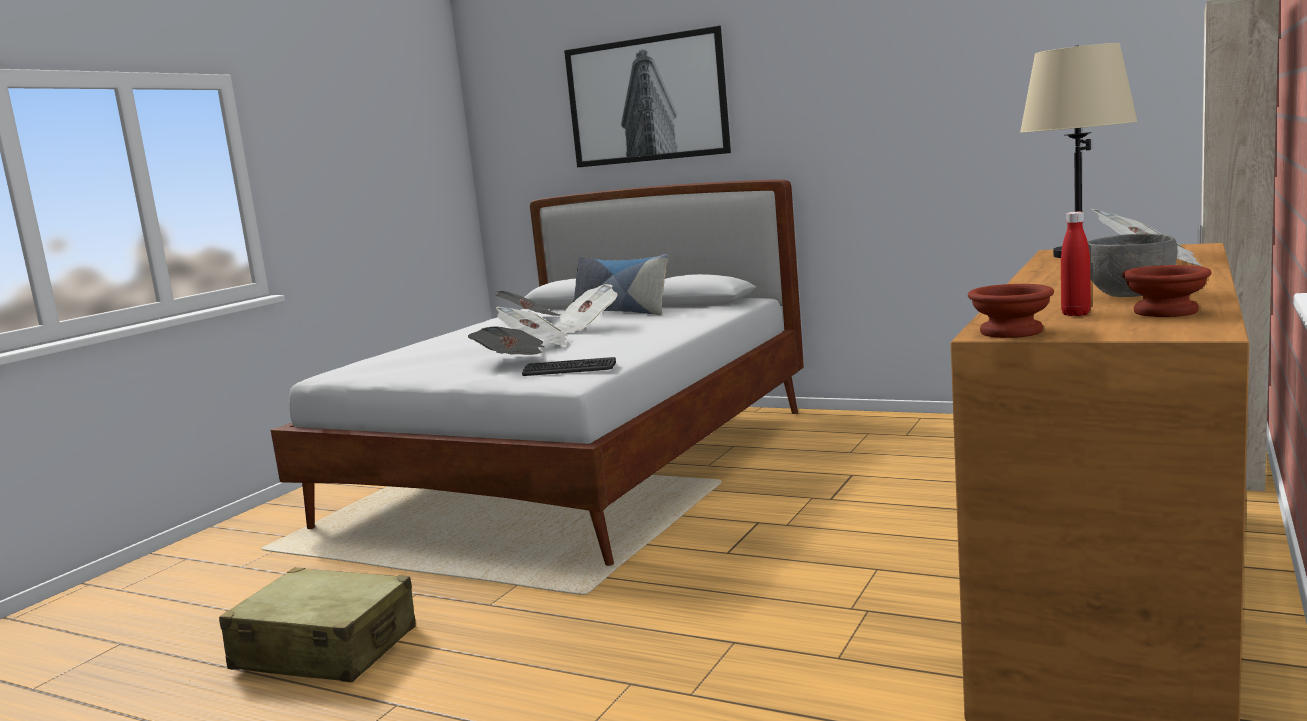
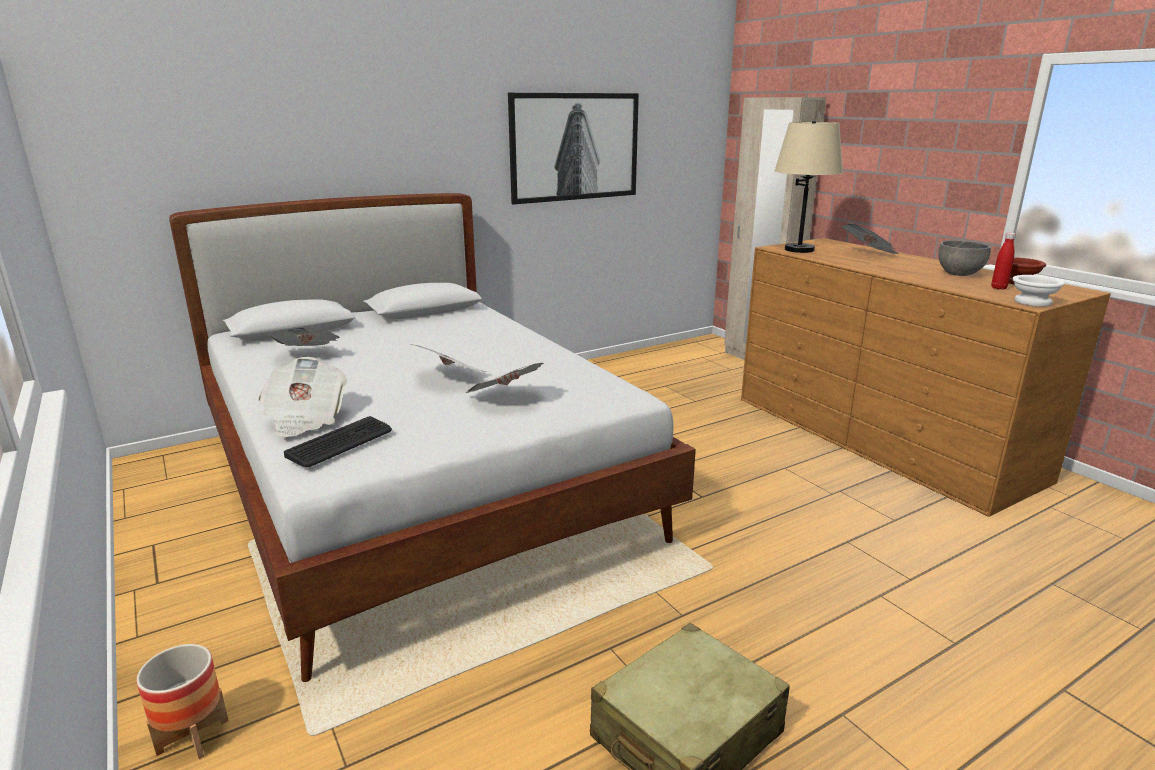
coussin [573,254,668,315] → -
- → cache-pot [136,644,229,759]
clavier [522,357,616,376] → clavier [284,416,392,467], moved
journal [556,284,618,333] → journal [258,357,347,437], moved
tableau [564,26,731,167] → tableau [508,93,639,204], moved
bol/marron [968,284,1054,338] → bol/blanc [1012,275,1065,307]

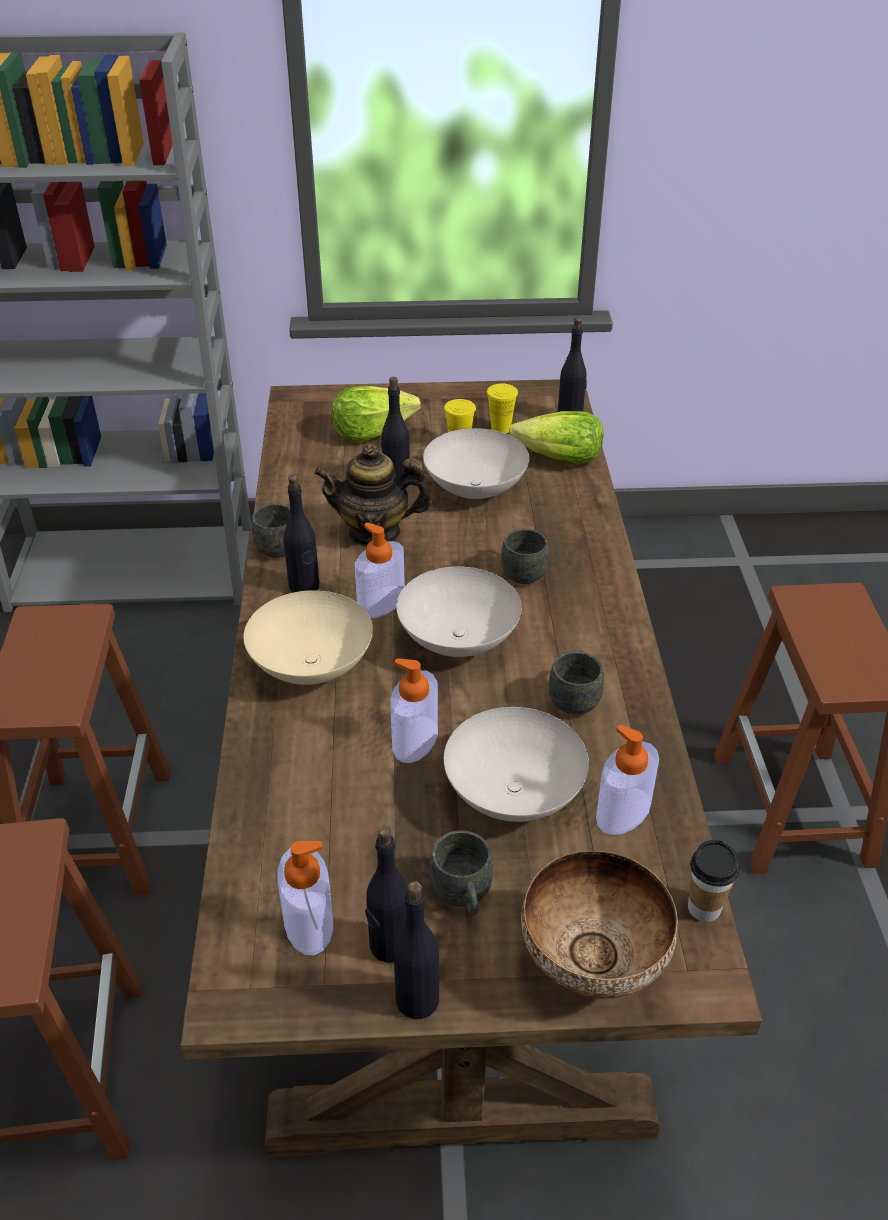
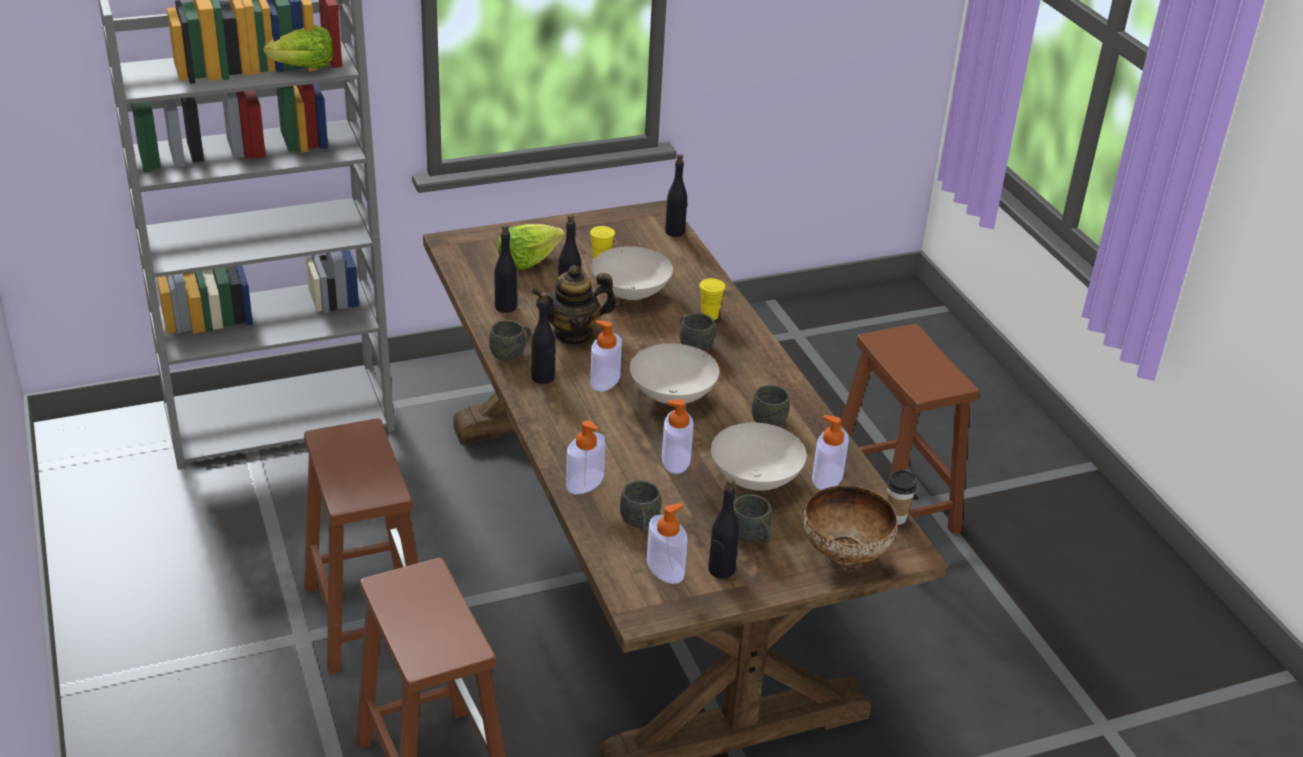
bol/beige [243,590,373,685] → -
- → distributeur de savon [566,420,605,494]
- → mug/gris [620,480,661,530]
bouteille/noir [394,881,439,1019] → bouteille/noir [495,225,517,313], moved
tasse/jaune [487,384,518,434] → tasse/jaune [699,278,726,320], moved
laitue [509,411,603,464] → laitue [263,25,333,69], moved

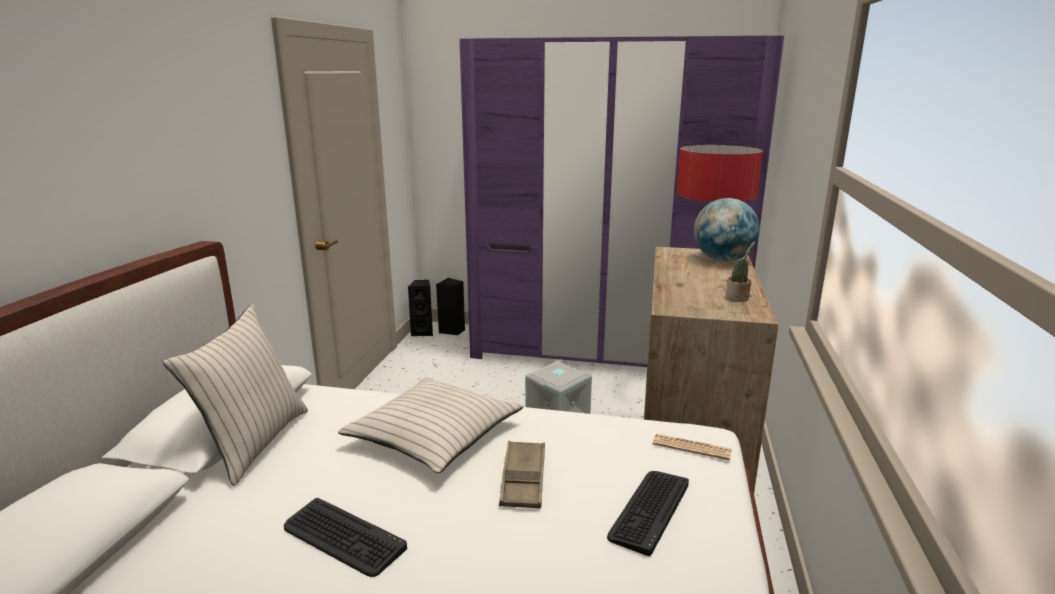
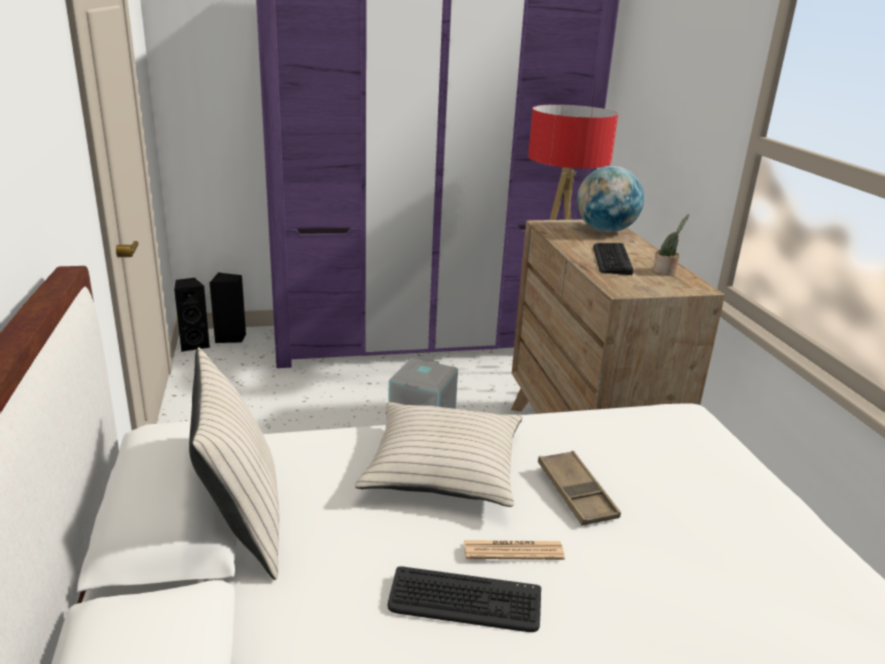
clavier [607,471,689,556] → clavier [593,243,633,275], moved
journal [653,434,732,460] → journal [464,540,565,560], moved

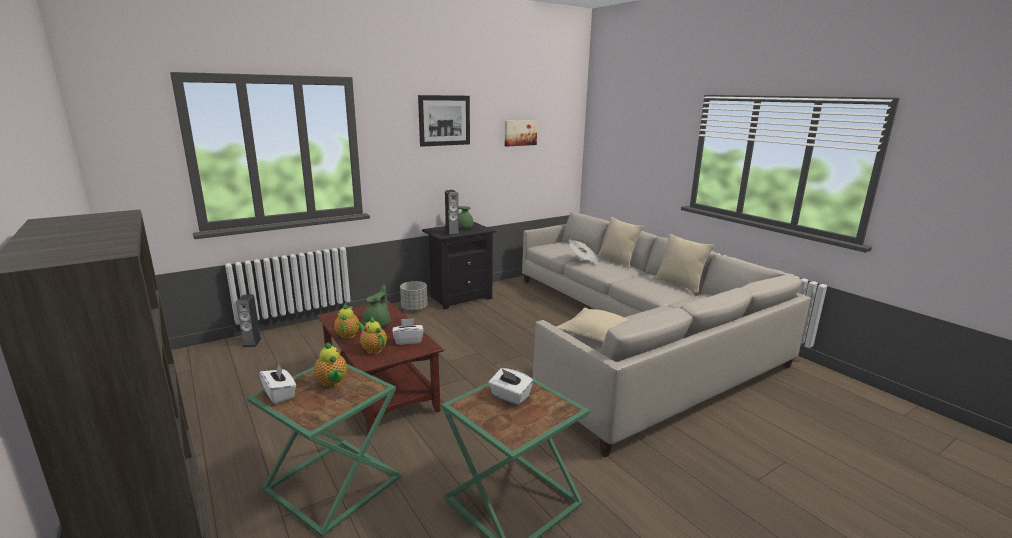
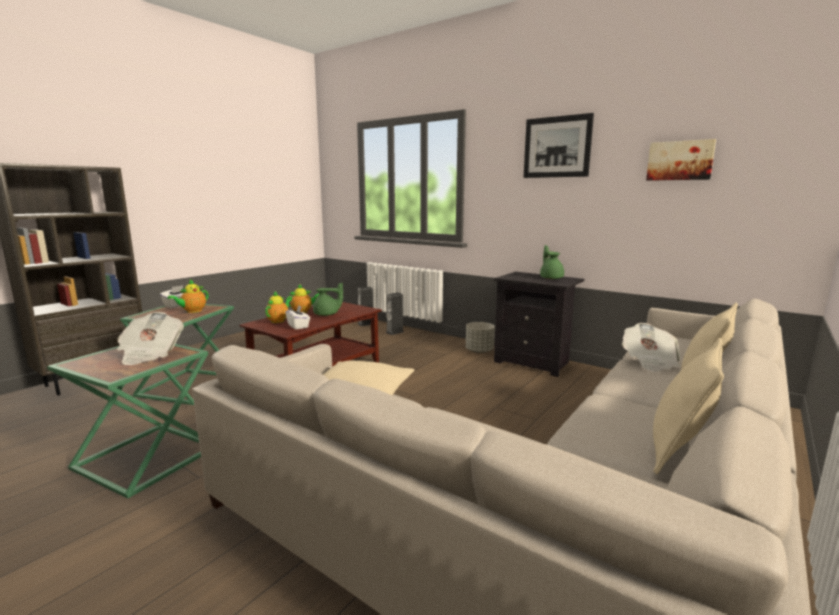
enceinte [445,190,459,236] → enceinte [386,293,404,335], moved
boîte à mouchoirs/blanc [489,368,533,405] → journal [117,312,184,365]

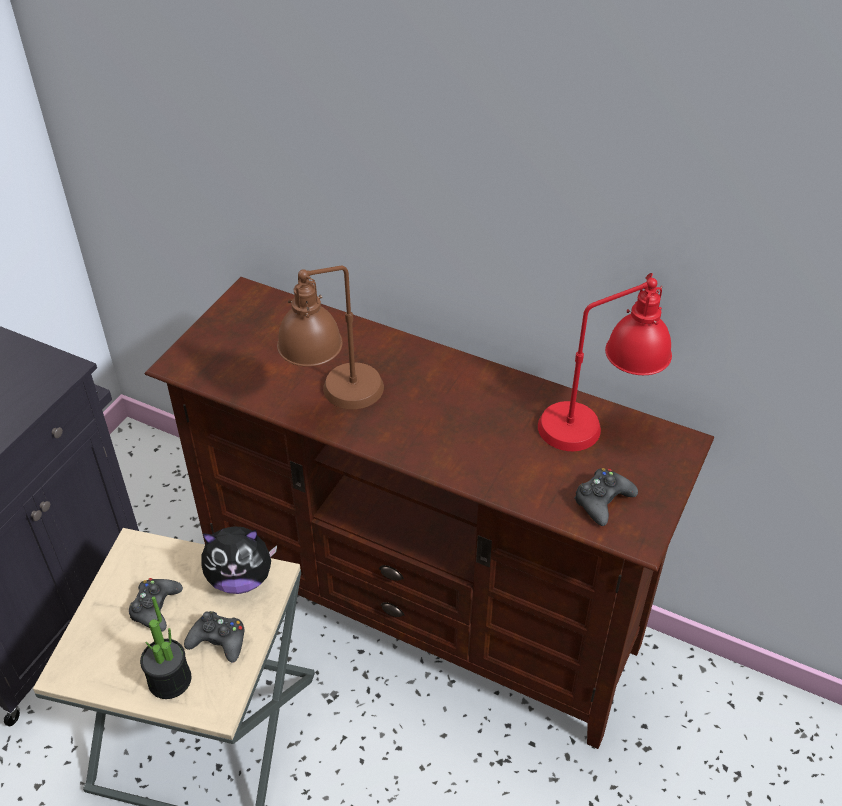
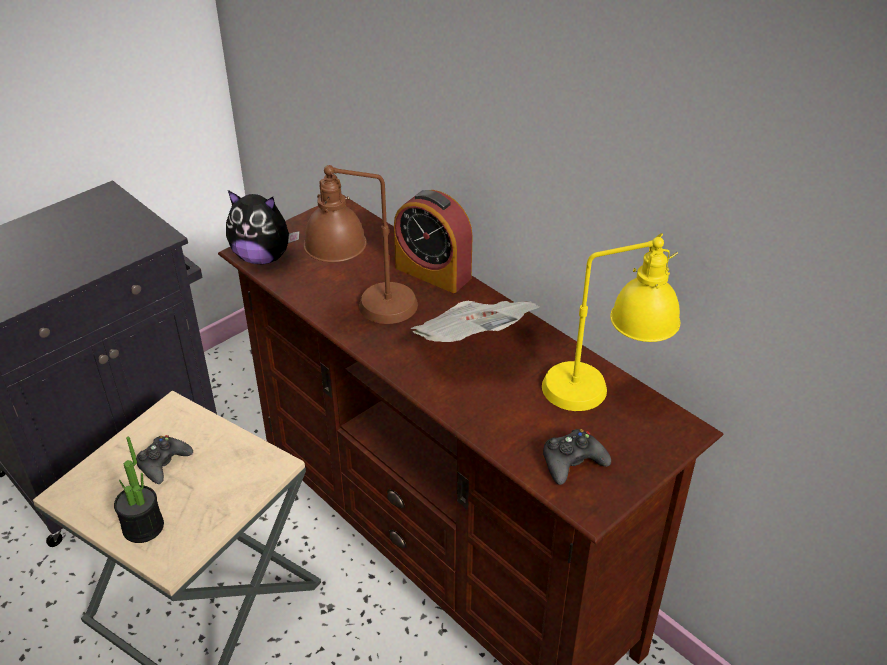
manette/noir [184,611,244,663] → -
- → réveil [394,190,472,293]
- → journal [411,300,540,342]
peluche [201,526,277,594] → peluche [226,190,300,264], moved
lampe de table/rouge [538,273,672,451] → lampe de table/jaune [542,233,680,411]

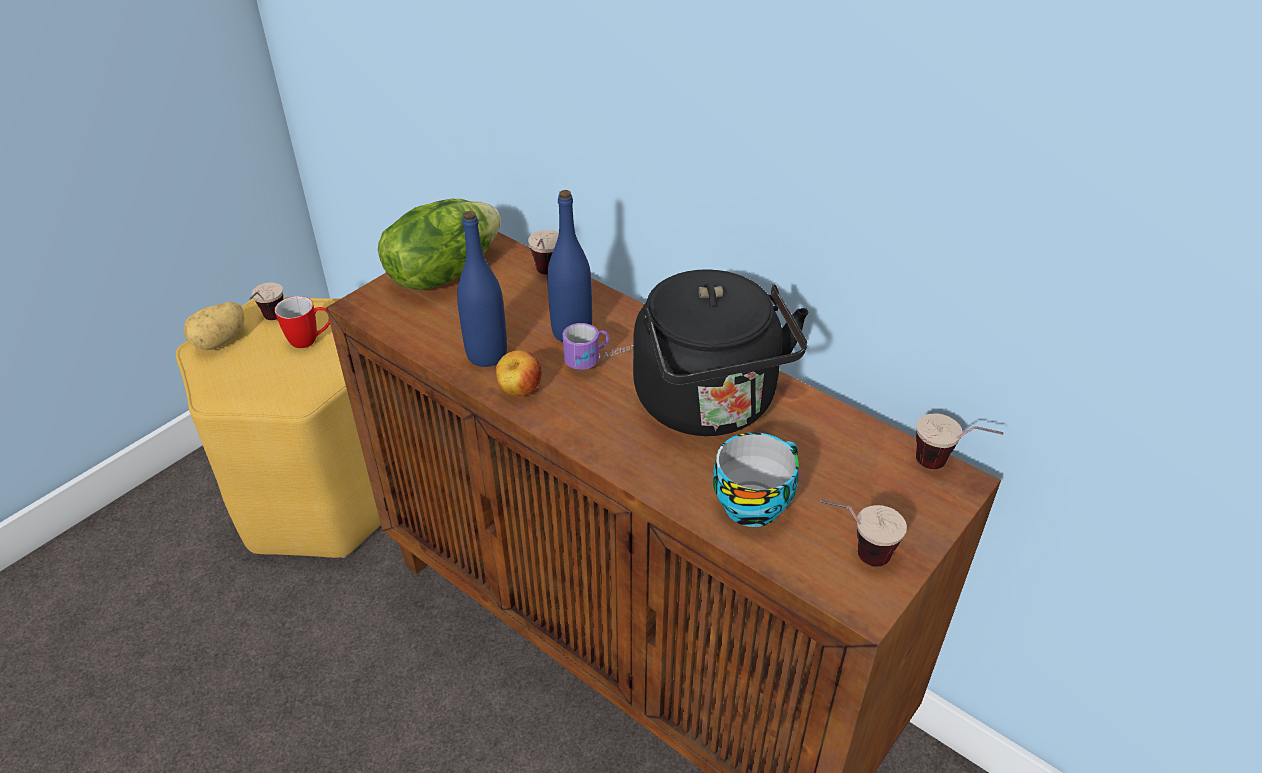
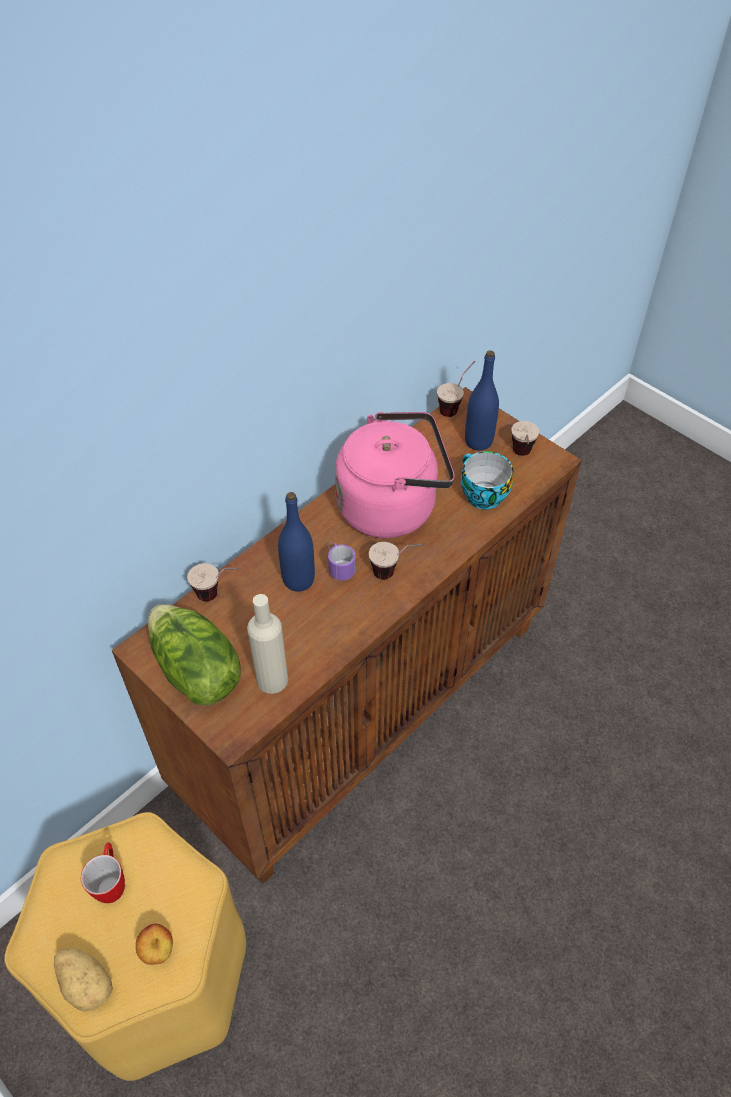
- → bouteille/beige [247,594,288,694]
tasse [249,282,283,320] → tasse [369,542,426,579], moved
bouteille/bleu [457,211,507,367] → bouteille/bleu [465,350,499,451], moved
pomme [496,350,542,396] → pomme [136,923,173,965], moved
bouilloire/noir [633,269,808,436] → bouilloire/rose [335,412,455,538]

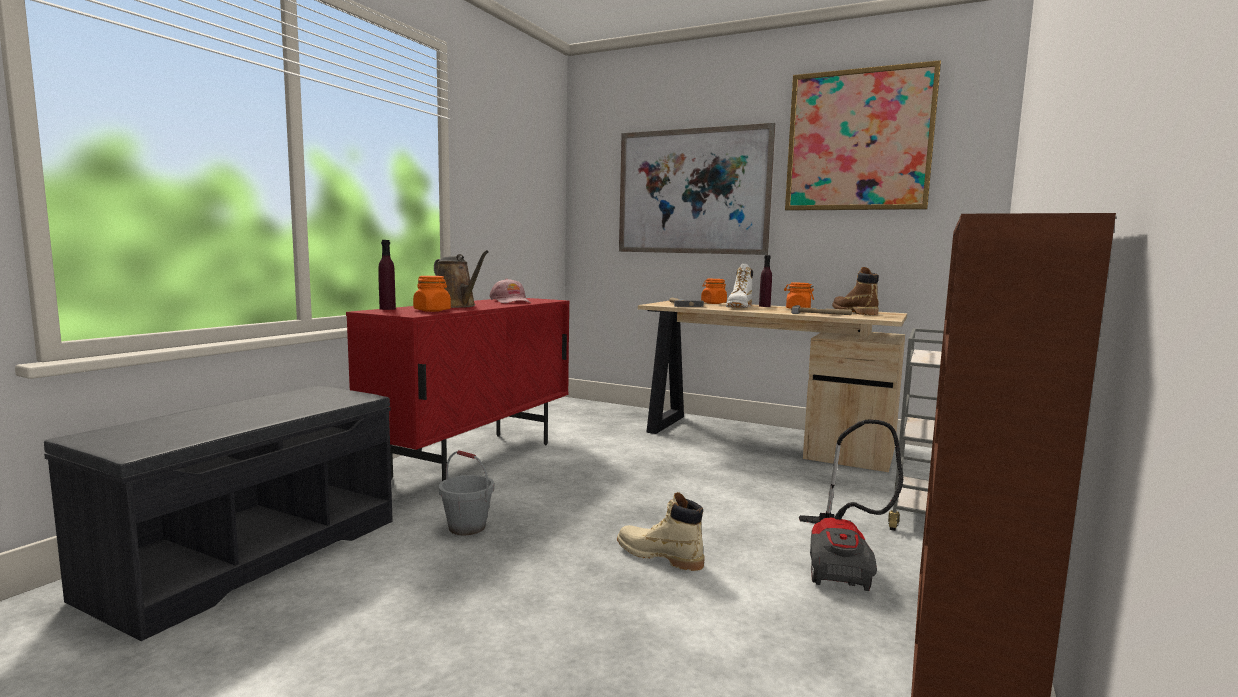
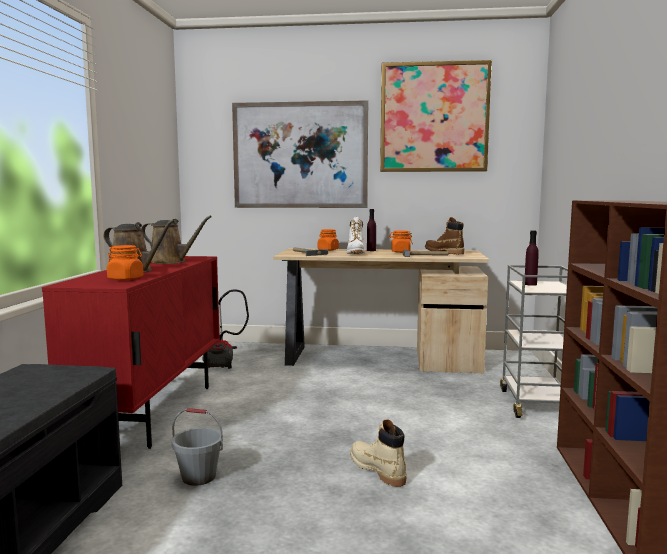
bouteille/violet [378,240,396,310] → bouteille/violet [525,230,539,286], moved
aspirateur [799,420,903,591] → aspirateur [203,290,249,369], moved
casquette/rose [490,279,531,303] → arrosoir/marron [141,216,212,264]
botte/beige [617,492,705,571] → botte/beige [350,419,407,487], 45 degrees clockwise

